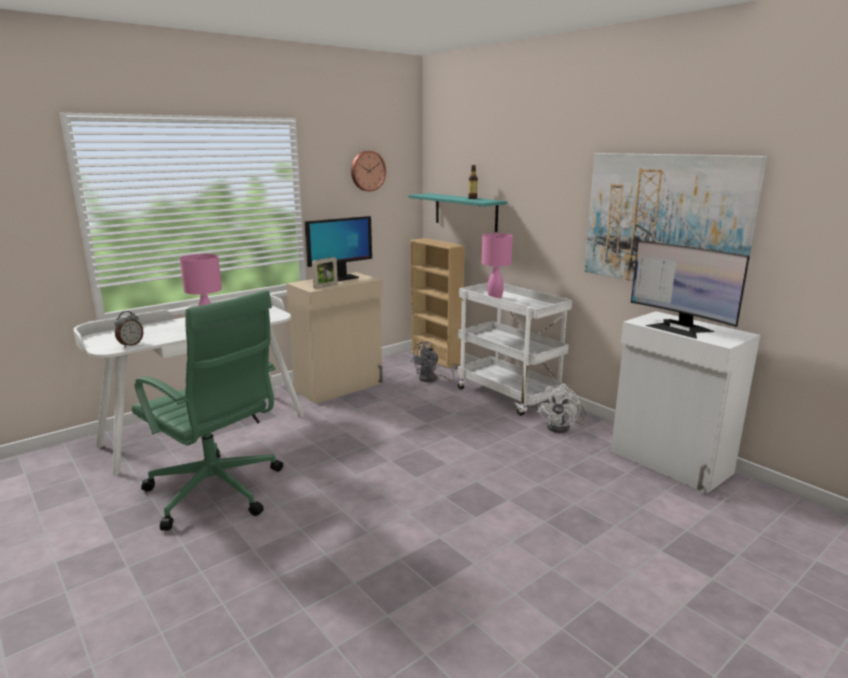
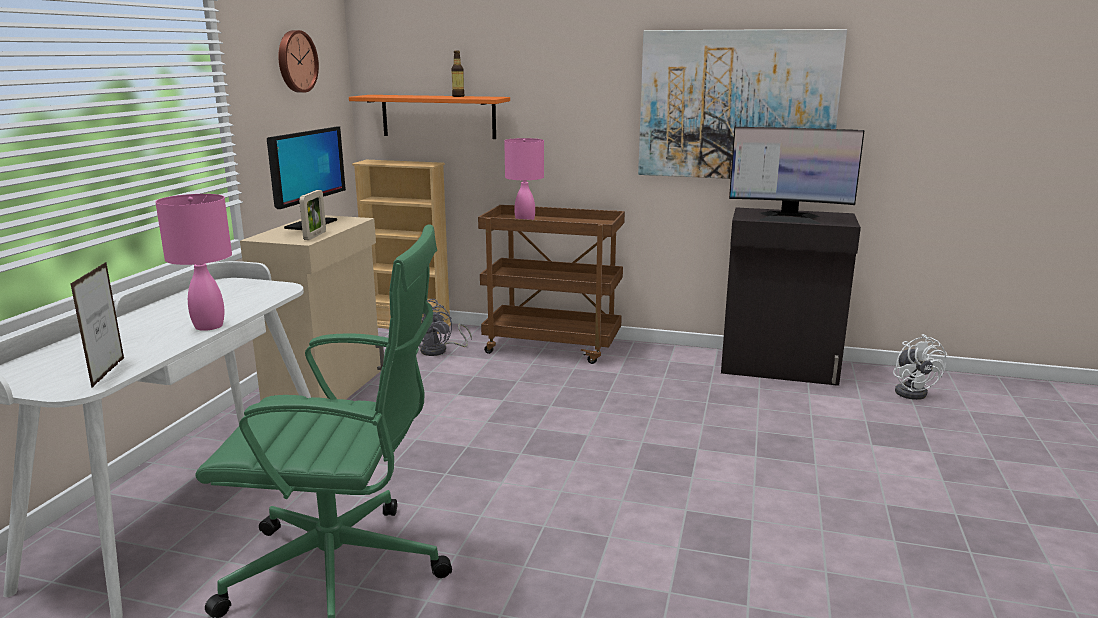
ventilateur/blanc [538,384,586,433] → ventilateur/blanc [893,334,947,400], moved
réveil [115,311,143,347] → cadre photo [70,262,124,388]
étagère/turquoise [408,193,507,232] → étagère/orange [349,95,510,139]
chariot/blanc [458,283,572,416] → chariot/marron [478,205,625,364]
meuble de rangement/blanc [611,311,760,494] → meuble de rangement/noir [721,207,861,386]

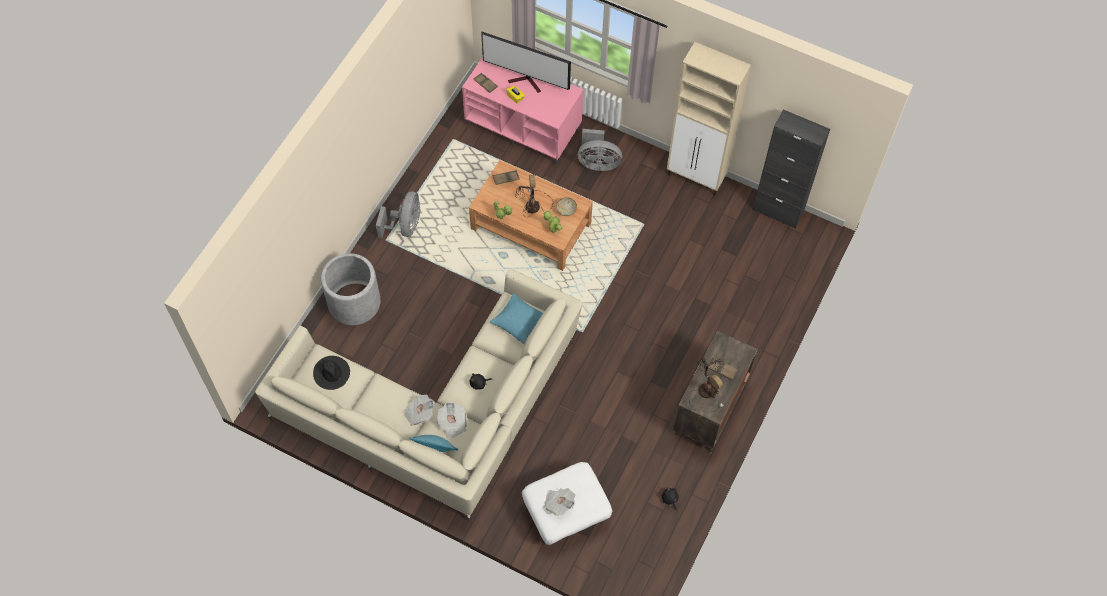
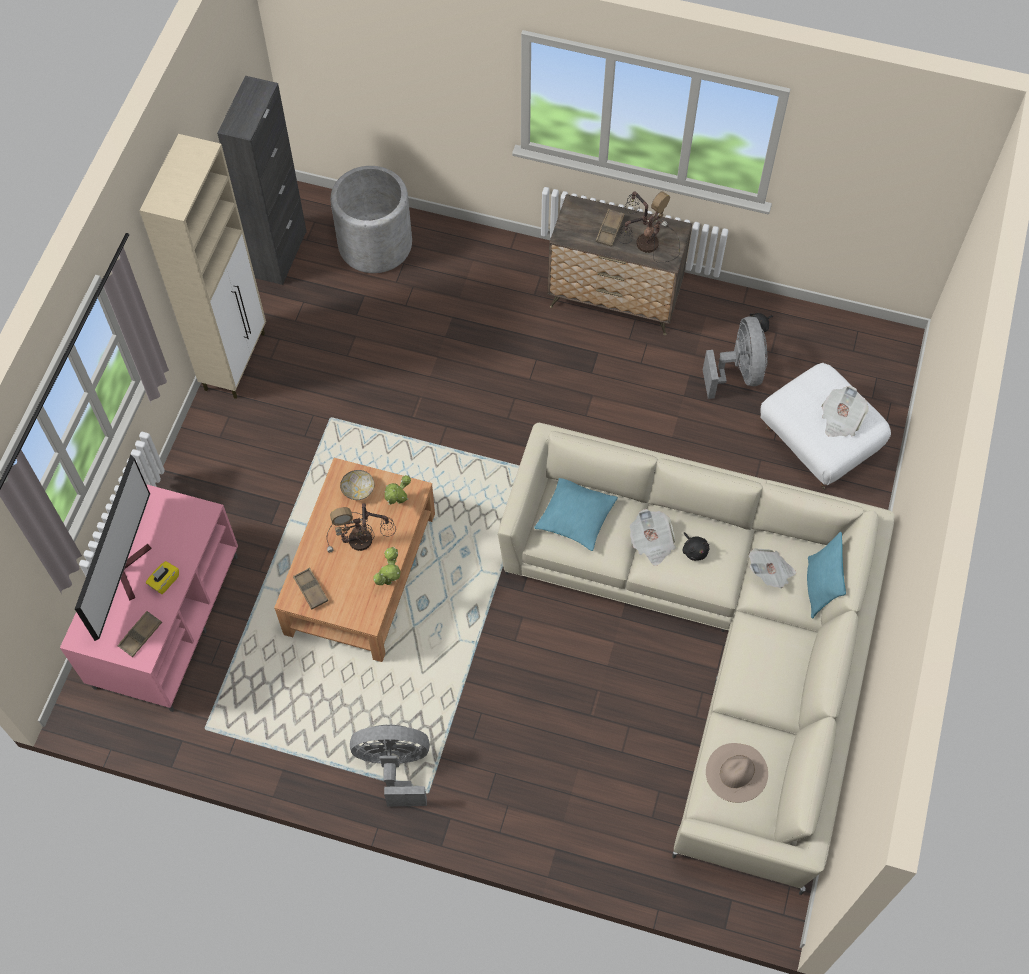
cache-pot/gris [321,253,380,325] → cache-pot/gris [330,166,412,273], moved
journal [403,395,435,426] → journal [630,509,676,566], moved
ventilateur/gris [578,129,622,171] → ventilateur/gris [703,317,768,399], moved
chapeau/noir [313,356,350,390] → chapeau/beige [706,743,768,803]

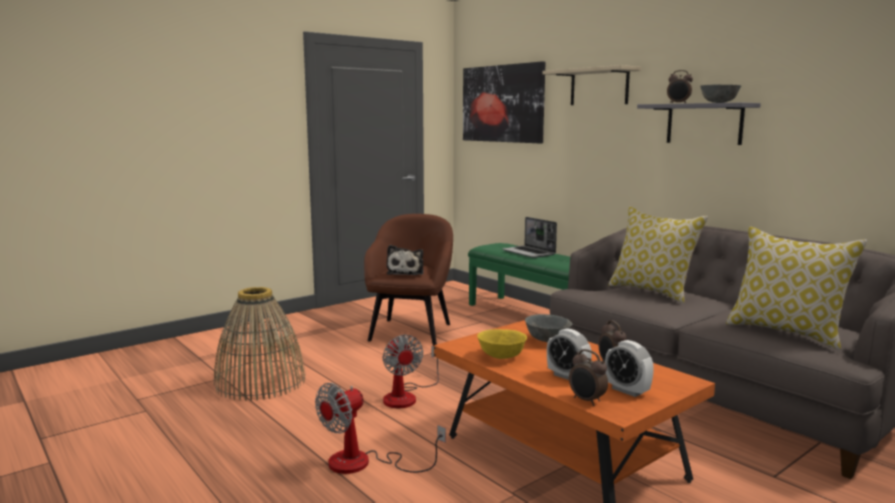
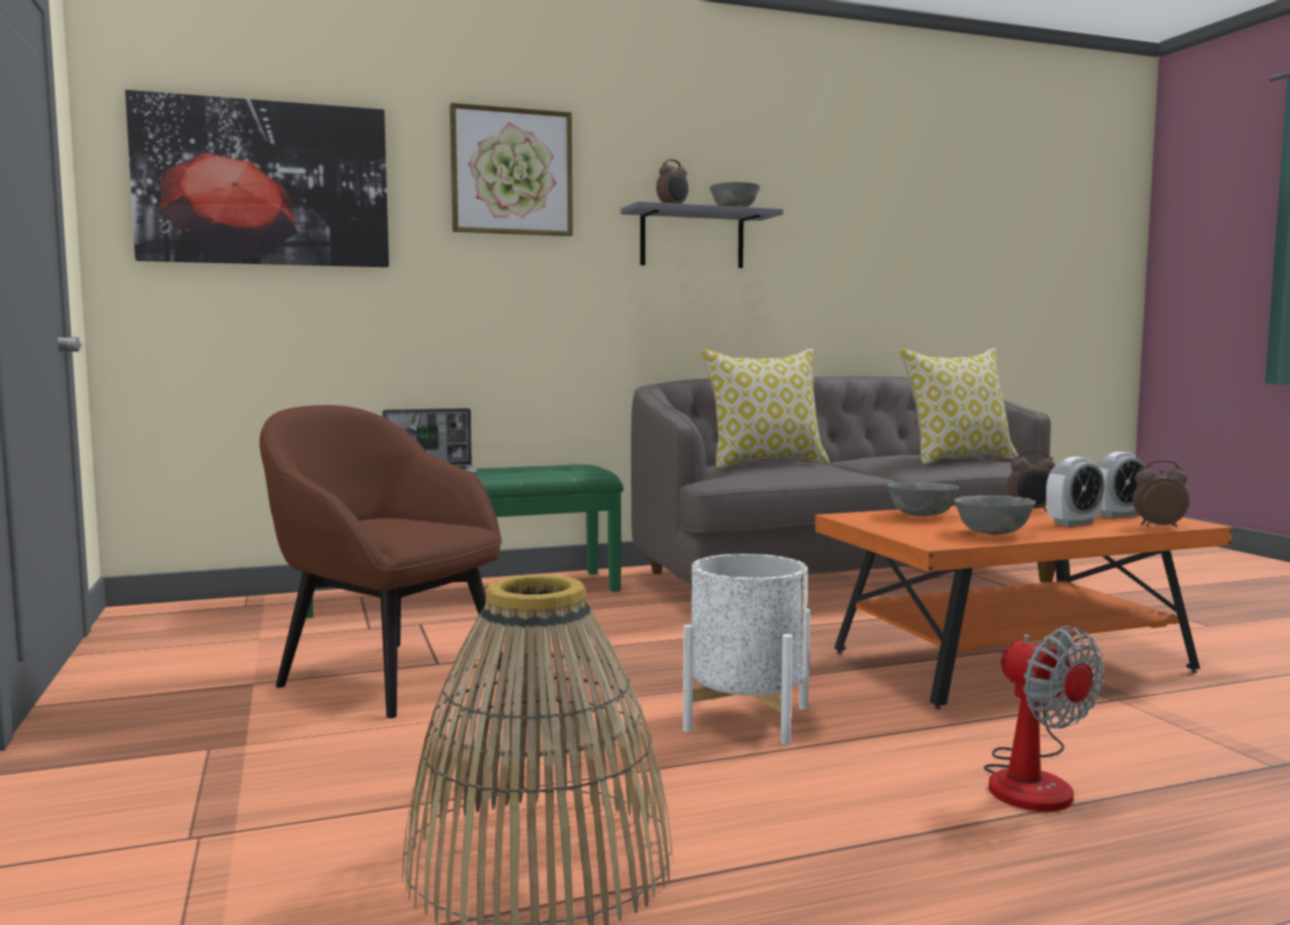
peluche [387,245,423,275] → -
ventilateur [383,335,439,408] → cache-pot/blanc [683,554,810,745]
étagère/beige [543,65,641,105] → tableau [450,103,573,236]
bol/jaune [477,329,527,359] → bol/gris [954,495,1036,535]
réveil [569,349,608,406] → réveil [1133,460,1190,527], 150 degrees counterclockwise

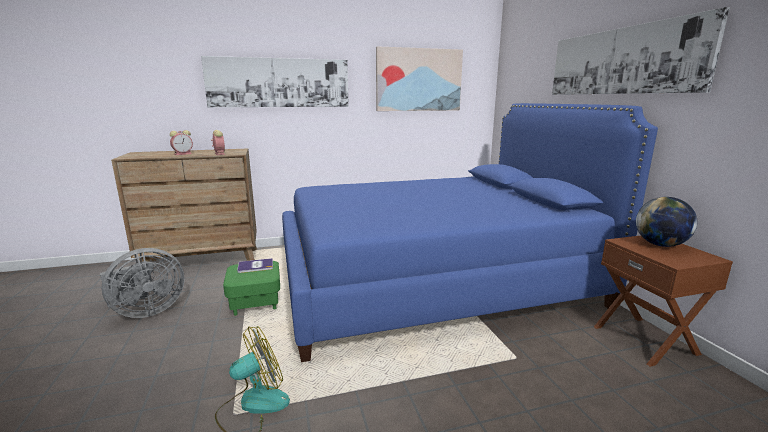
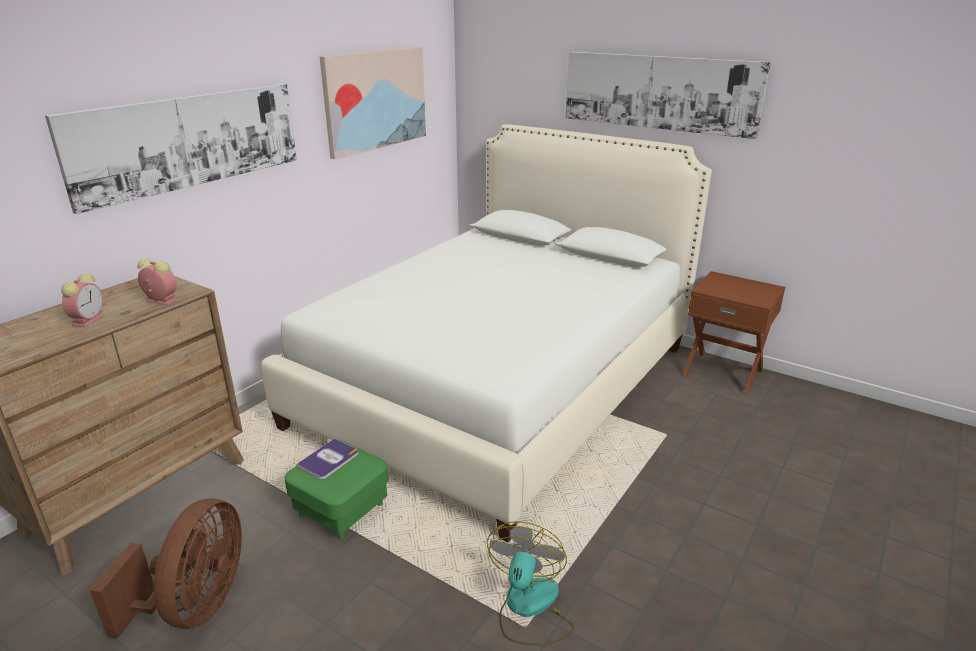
globe [636,197,697,247] → -
ventilateur/gris [100,248,185,318] → ventilateur/marron [90,498,242,638]
lit/bleu [282,103,658,362] → lit/blanc [261,124,712,542]

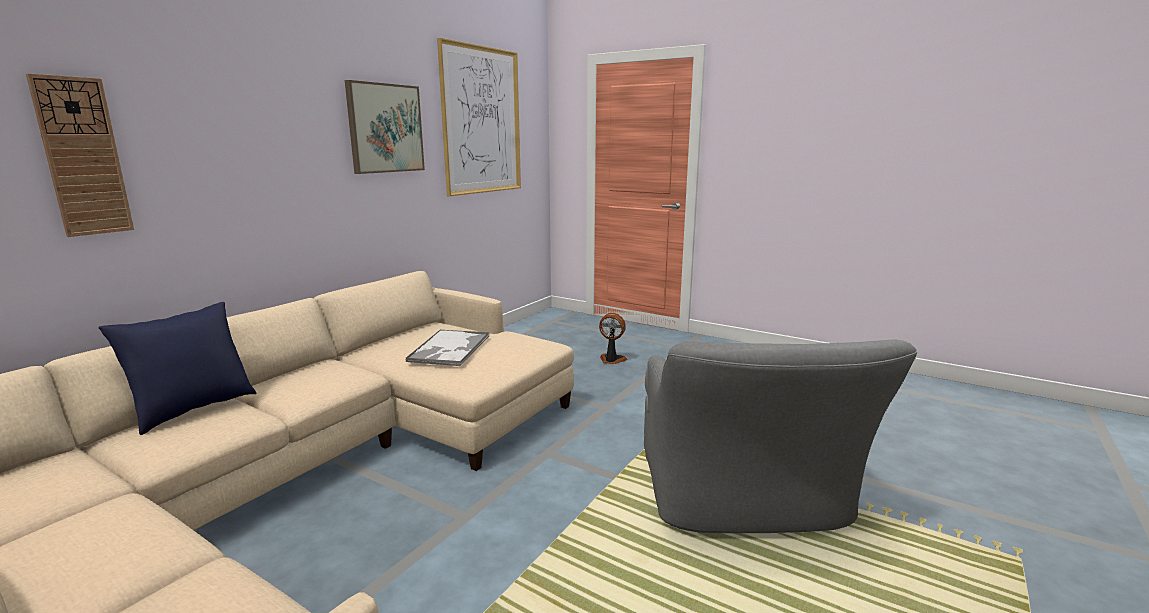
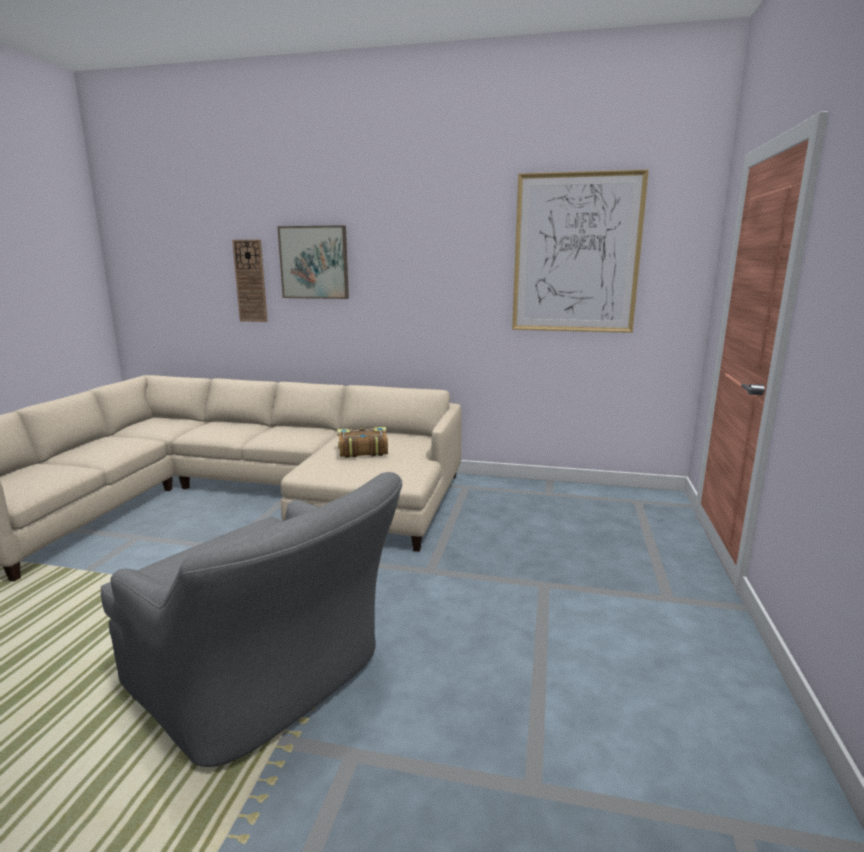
coussin/bleu [98,302,257,435] → -
ventilateur [599,313,627,364] → -
tableau [345,80,425,174] → tableau [277,225,349,299], moved
plateau [405,329,489,366] → livre [337,427,388,458]
fauteuil/gris [644,340,917,533] → fauteuil/gris [101,472,402,767], 120 degrees counterclockwise

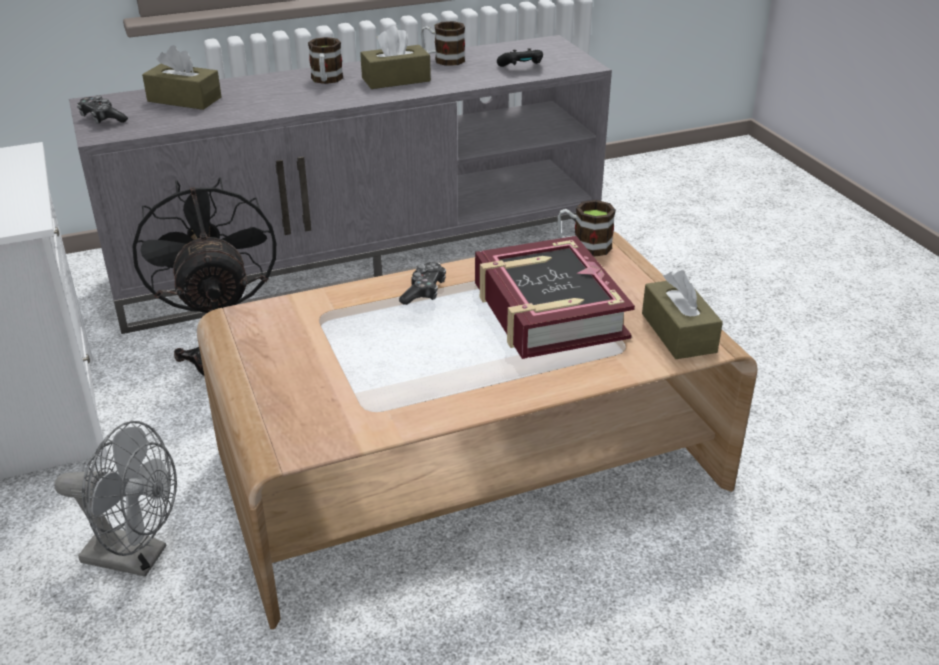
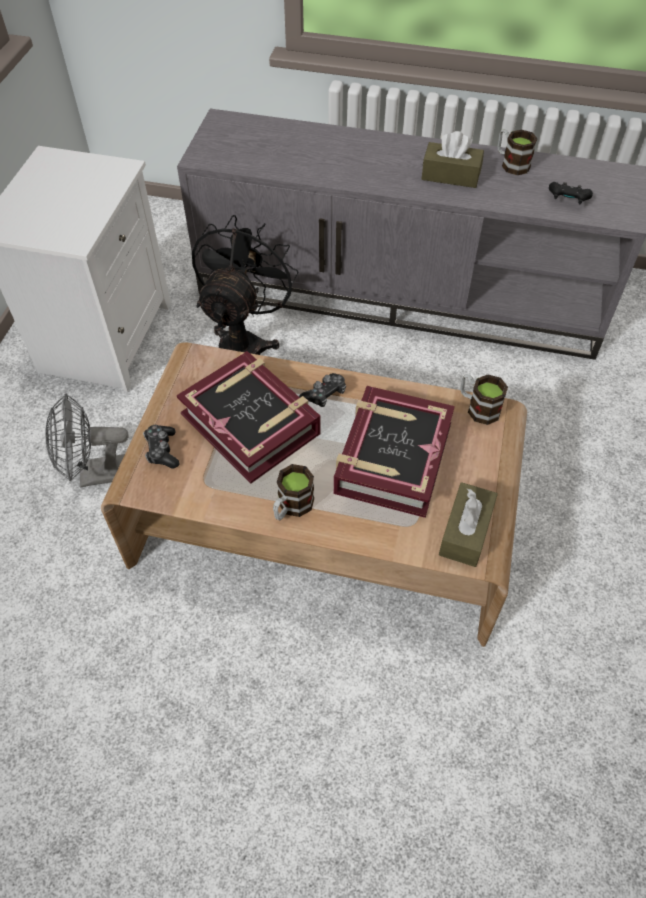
boîte à mouchoirs/marron [142,45,221,110] → -
- → livre [177,351,321,483]
manette [77,95,128,124] → manette [143,425,179,469], moved
mug [308,37,343,84] → mug [273,464,314,520], moved
ventilateur/gris [54,421,177,577] → ventilateur/gris [45,393,129,487], 120 degrees clockwise

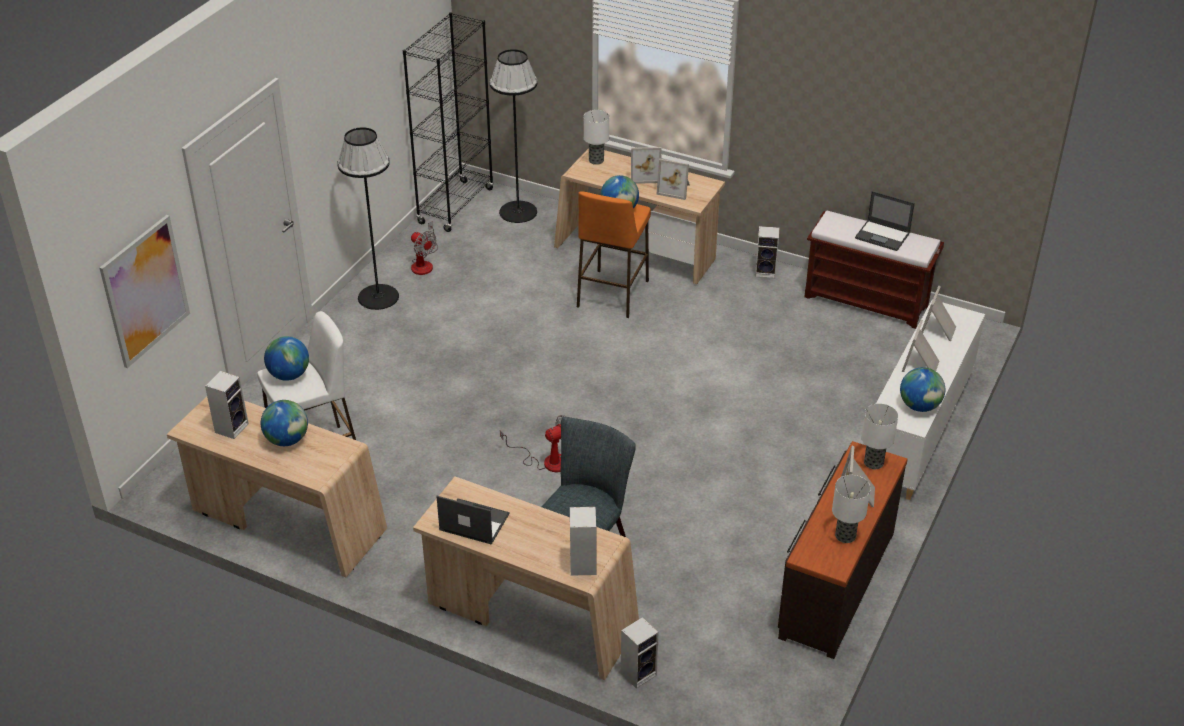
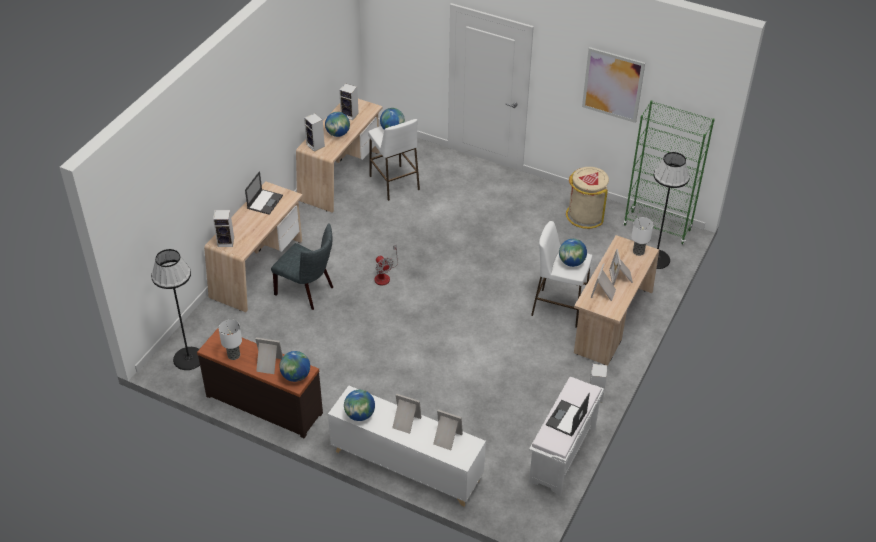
tableau [99,215,190,368] → tableau [582,47,645,123], moved
lampadaire/noir [337,127,399,310] → lampadaire/noir [151,249,200,370], moved
enceinte [621,617,659,689] → enceinte [304,113,325,152], moved
ventilateur [411,221,438,275] → poubelle/beige [566,167,609,229]
lampe de table [861,404,898,469] → globe [279,351,310,382]
bibliothèque/noir [403,12,494,232] → bibliothèque/vert [623,100,715,244]
tabouret/orange [577,191,651,318] → tabouret/blanc [531,221,592,328]
banc/marron [804,211,944,329] → banc/blanc [529,377,604,496]

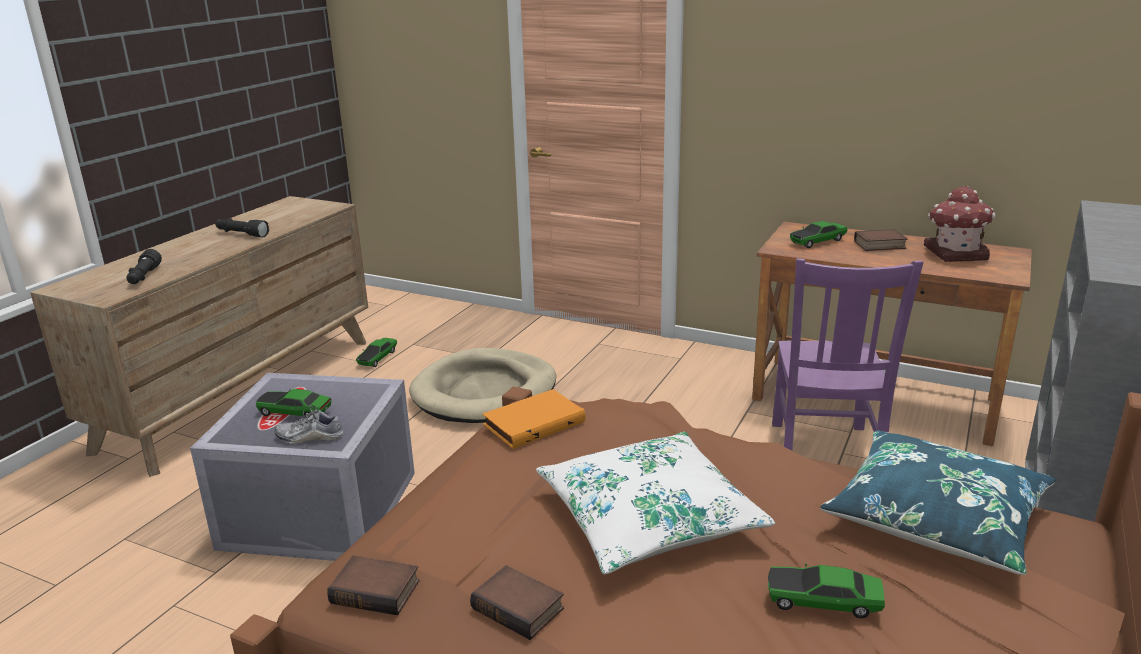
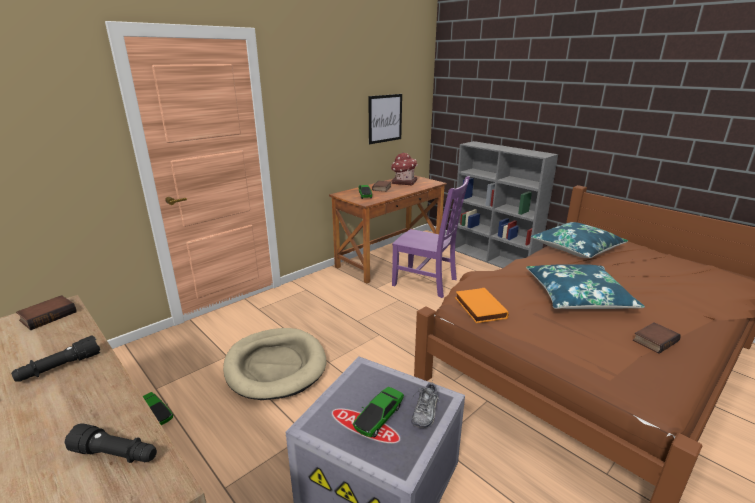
petite voiture [768,563,885,618] → -
- → tableau [369,94,402,144]
livre [327,556,420,615] → livre [16,295,77,330], moved
coussin/blanc [536,432,775,575] → coussin/bleu [526,264,645,309]

